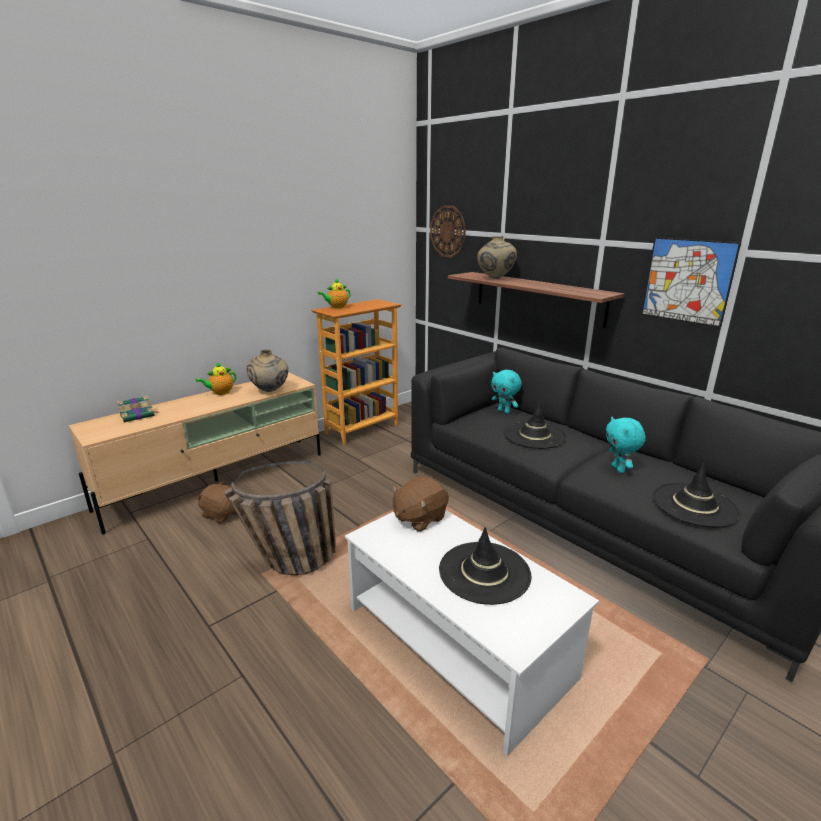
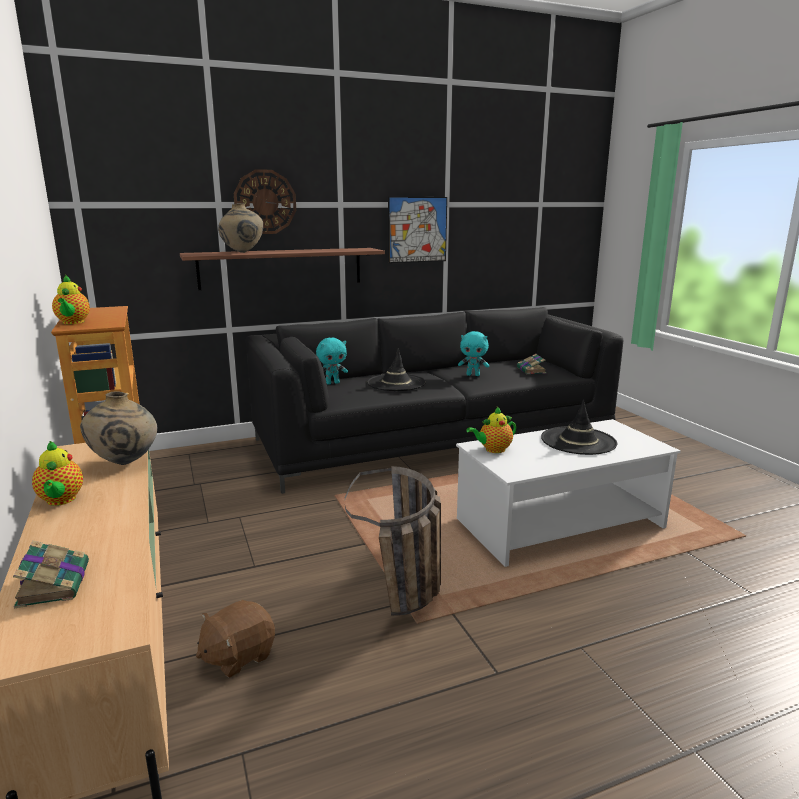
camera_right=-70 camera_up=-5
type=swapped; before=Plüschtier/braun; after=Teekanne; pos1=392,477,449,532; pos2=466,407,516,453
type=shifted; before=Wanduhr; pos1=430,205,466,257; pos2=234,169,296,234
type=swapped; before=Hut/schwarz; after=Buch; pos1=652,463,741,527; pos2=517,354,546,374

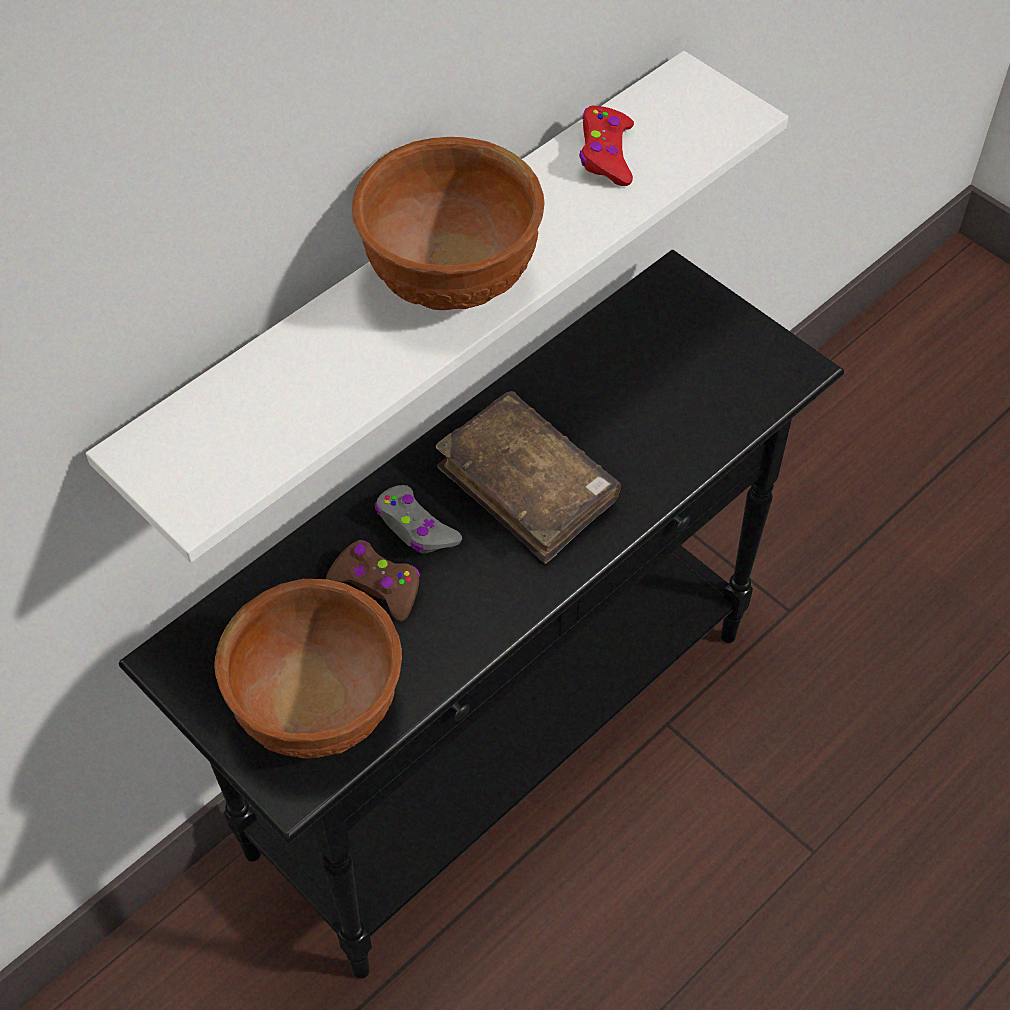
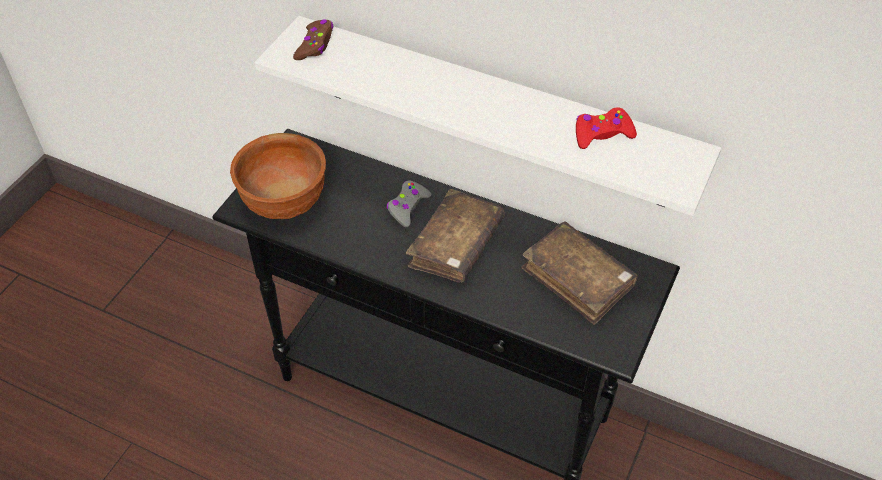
camera_right=70 camera_up=-5
type=shifted; before=Gamepad/braun; pos1=326,540,420,621; pos2=293,19,333,60
type=gone; before=Schüssel/braun; pos1=352,137,545,310
type=new; after=Buch/braun; pos2=522,222,638,325

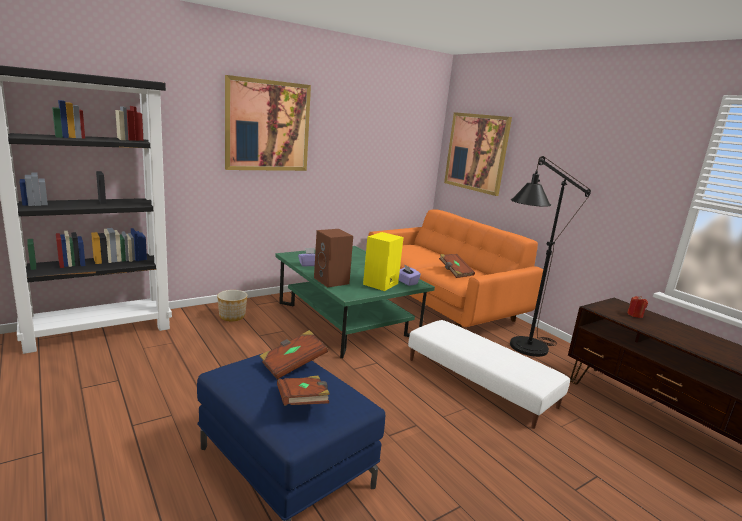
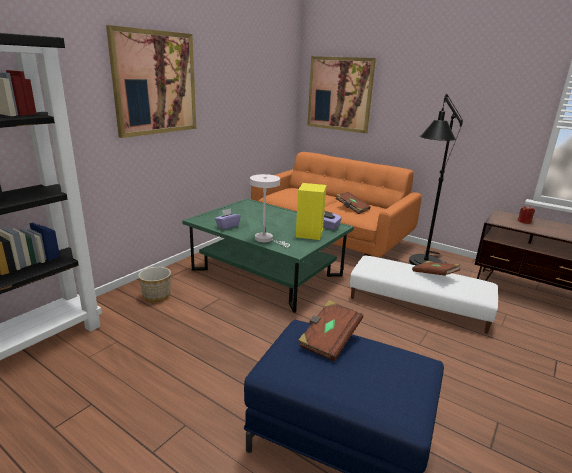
camera_right=-20 camera_up=5
type=shifted; before=Buch/braun; pos1=277,376,330,406; pos2=412,261,460,276
type=swapped; before=Lautsprecher/braun; after=Tischlampe/weiß; pos1=314,229,353,288; pos2=250,174,290,247

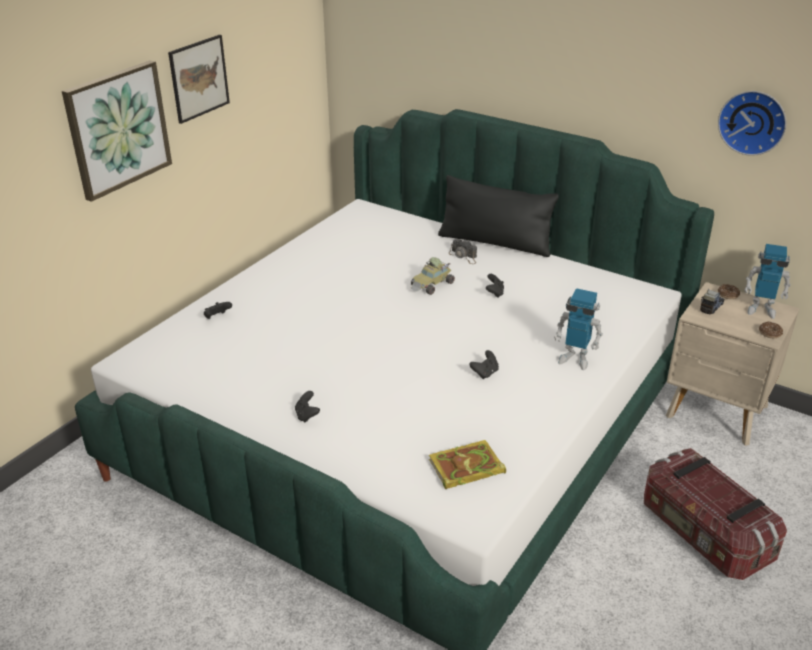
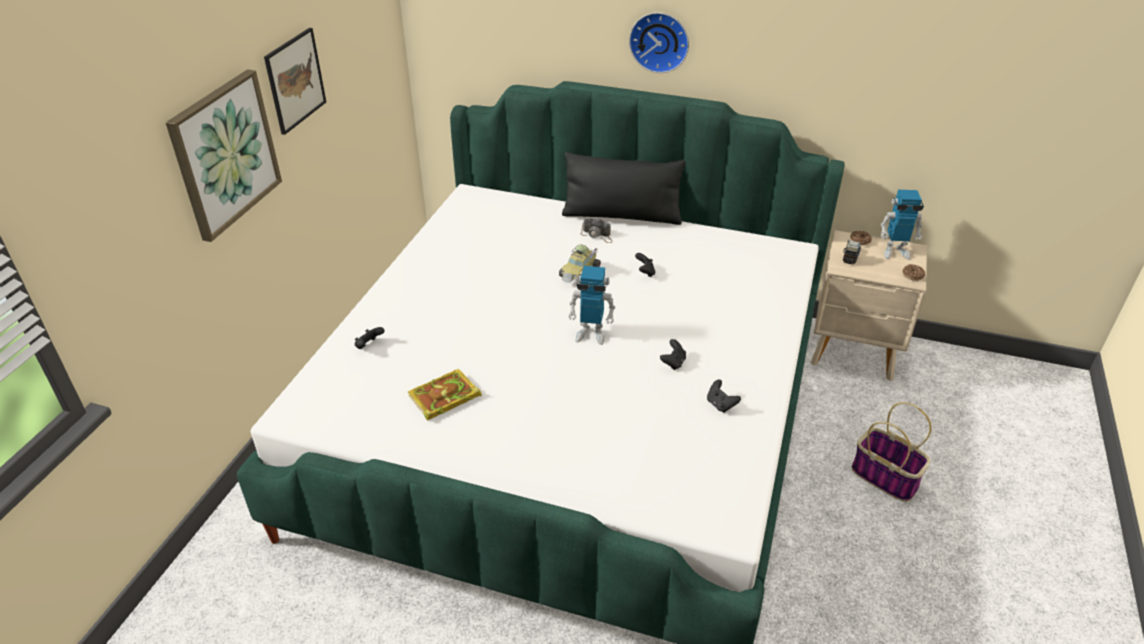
camera_right=-15 camera_up=5
type=shifted; before=Gamepad/schwarz; pos1=295,391,320,423; pos2=707,380,741,413
type=shifted; before=Buch; pos1=429,440,506,489; pos2=408,369,482,420
type=shifted; before=Spielzeugroboter; pos1=554,288,603,370; pos2=568,266,615,345
type=swapped; before=Aufbewahrungsbox; after=Korb; pos1=644,448,787,580; pos2=852,402,931,502
type=shifted; before=Wanduhr; pos1=718,91,787,156; pos2=629,12,689,73

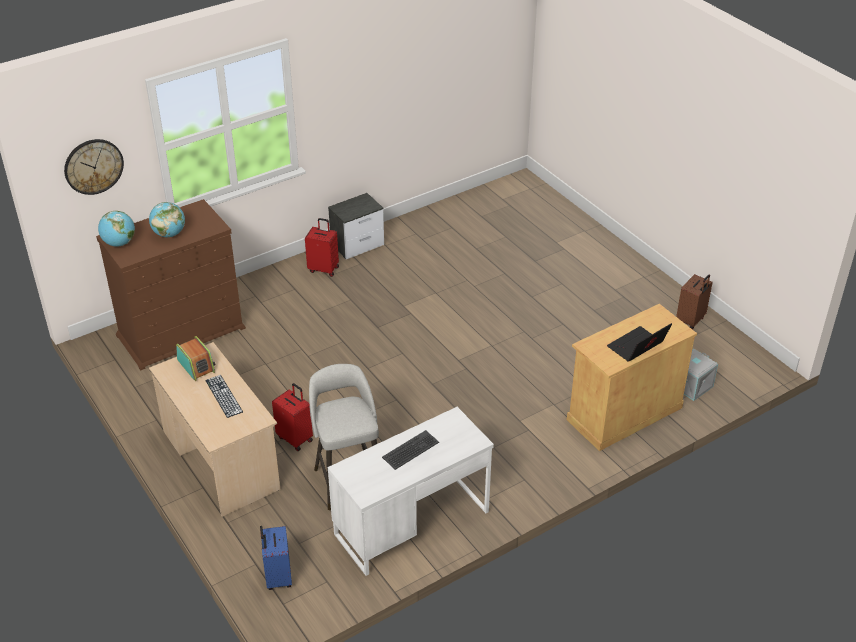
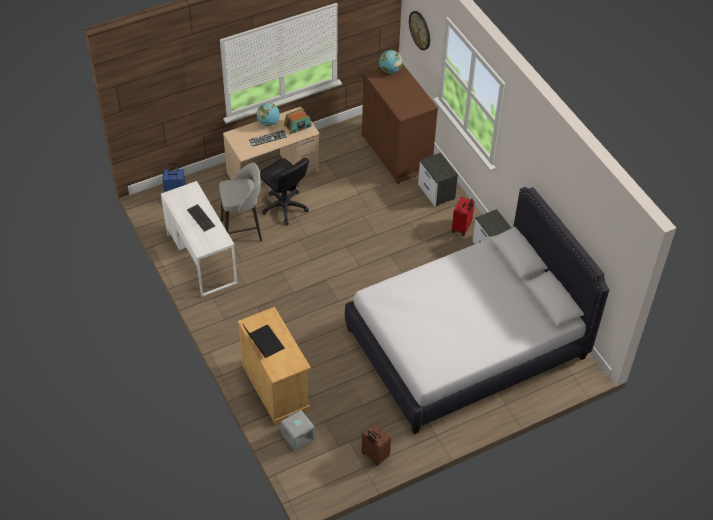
camera_right=95 camera_up=10
type=shifted; before=Globus; pos1=149,202,185,237; pos2=256,103,280,126
type=swapped; before=Koffer/rot; after=Bürostuhl/schwarz; pos1=272,383,313,451; pos2=260,157,309,225
type=new; after=Bett/weiß; pos2=345,187,609,434
type=new; after=Nachttisch; pos2=418,152,458,206

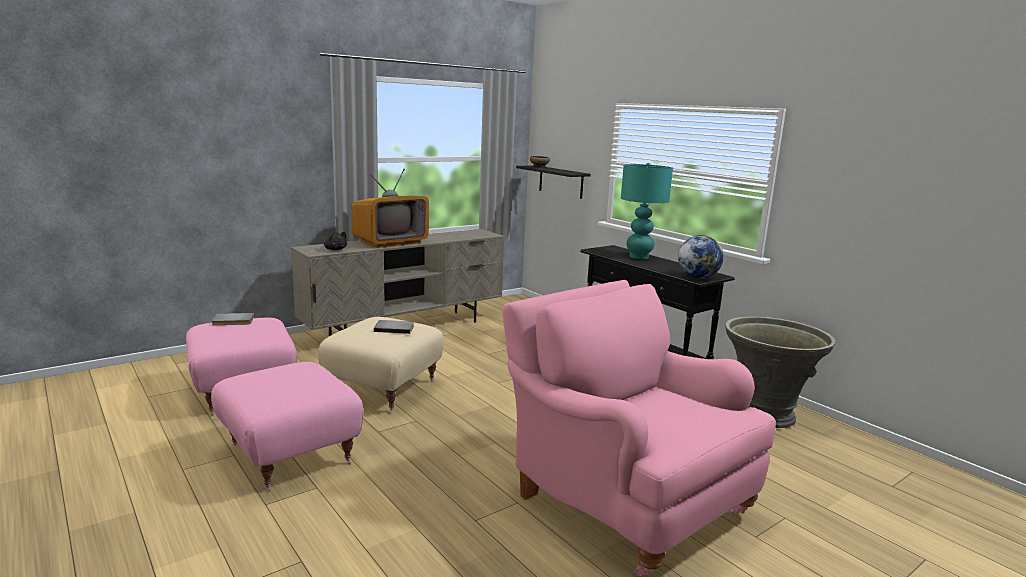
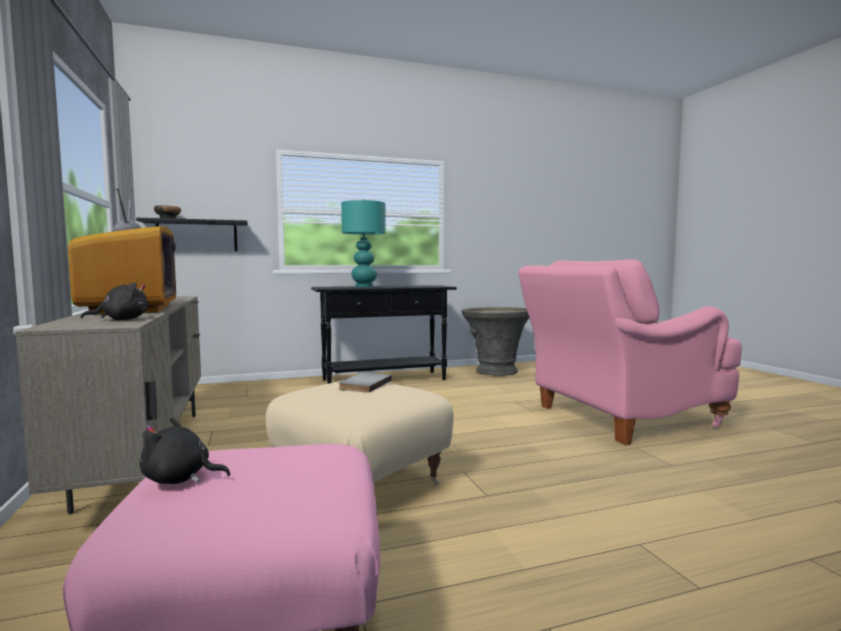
camera_right=-70 camera_up=-10
type=gone; before=Polsterhocker/rosa; pos1=211,362,364,492
type=swapped; before=Buch/grau; after=Plüschtier/schwarz; pos1=212,313,255,325; pos2=140,417,230,484
type=gone; before=Globus; pos1=678,235,724,279

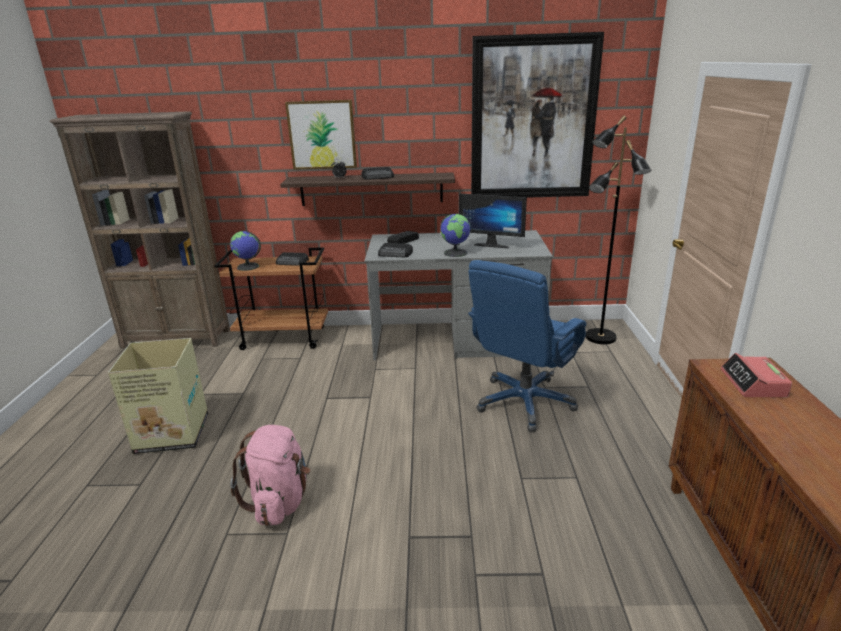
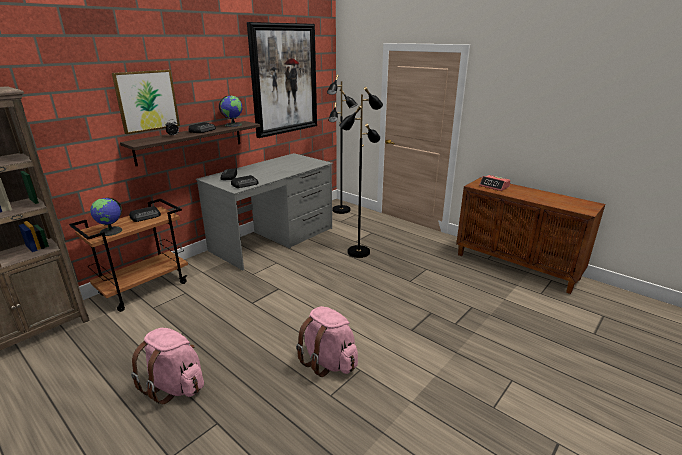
camera_right=-50 camera_up=0
type=swapped; before=Karton; after=Rucksack/rosa; pos1=108,338,208,454; pos2=131,328,204,405
type=shifted; before=Globus; pos1=440,214,471,257; pos2=219,96,243,127
type=gone; before=Monitor; pos1=459,193,527,248
type=swapped; before=Bürostuhl/blau; after=Stehlampe/schwarz; pos1=468,260,586,432; pos2=339,87,383,258

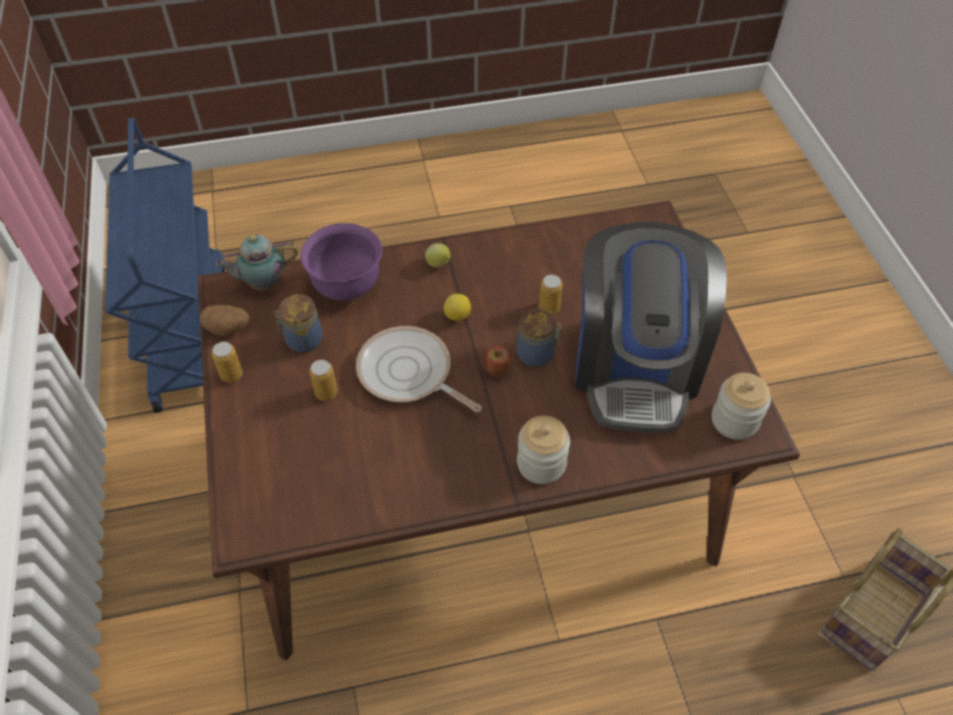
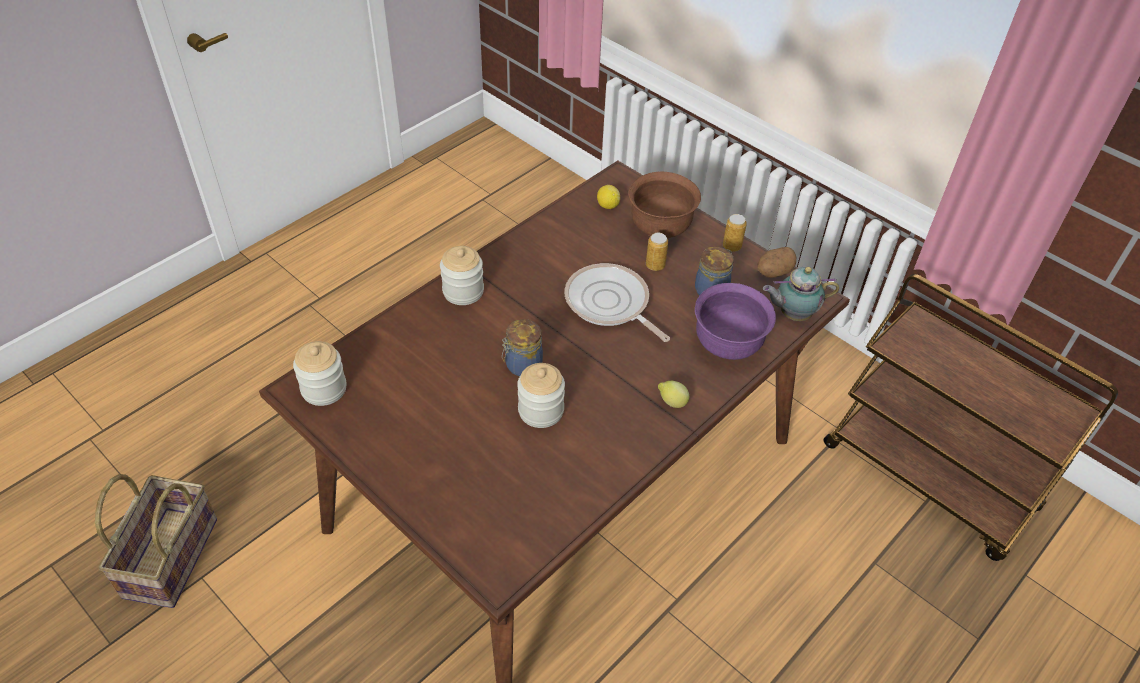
camera_right=145 camera_up=-5
type=repainted; before=Rollwagen/blau; after=Rollwagen/braun; pos1=105,118,225,413; pos2=824,274,1118,561
type=rotated; before=Teekanne; pos1=216,235,298,291; pos2=763,267,839,321; turn=-135
type=rotated; before=Pfanne; pos1=356,326,482,412; pos2=564,263,670,342; turn=-135
type=shifted; before=Zitrone; pos1=444,294,471,322; pos2=597,185,620,209
type=gone; before=Apfel; pos1=483,346,512,376
type=swapped; before=Dose; after=Vorratsglas; pos1=539,274,563,314; pos2=517,363,565,428
type=gone; before=Kaffeemaschine; pos1=575,222,727,433
type=new; after=Schüssel/braun; pos2=629,172,701,239

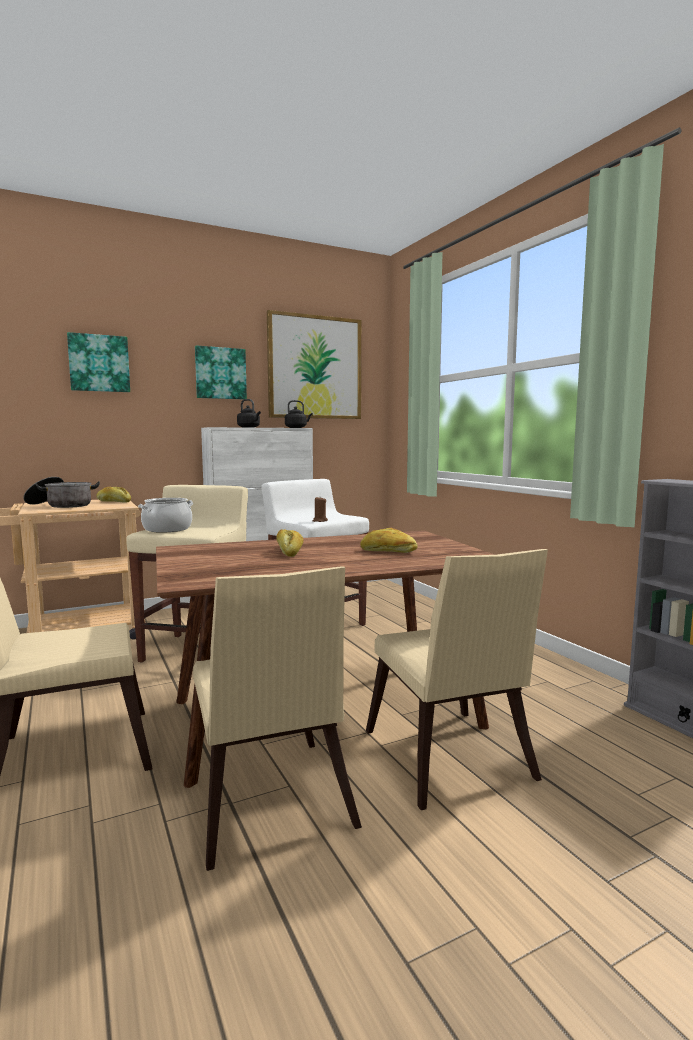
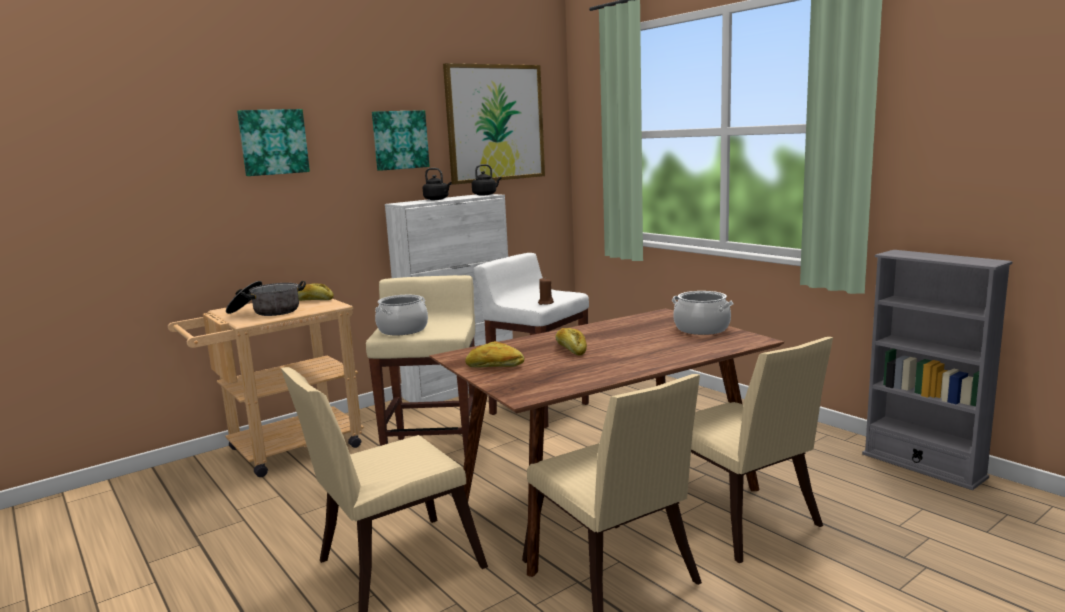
camera_right=-10 camera_up=5
type=shifted; before=Brot; pos1=360,528,417,553; pos2=465,341,524,368
type=new; after=Kochtopf; pos2=672,291,733,335

